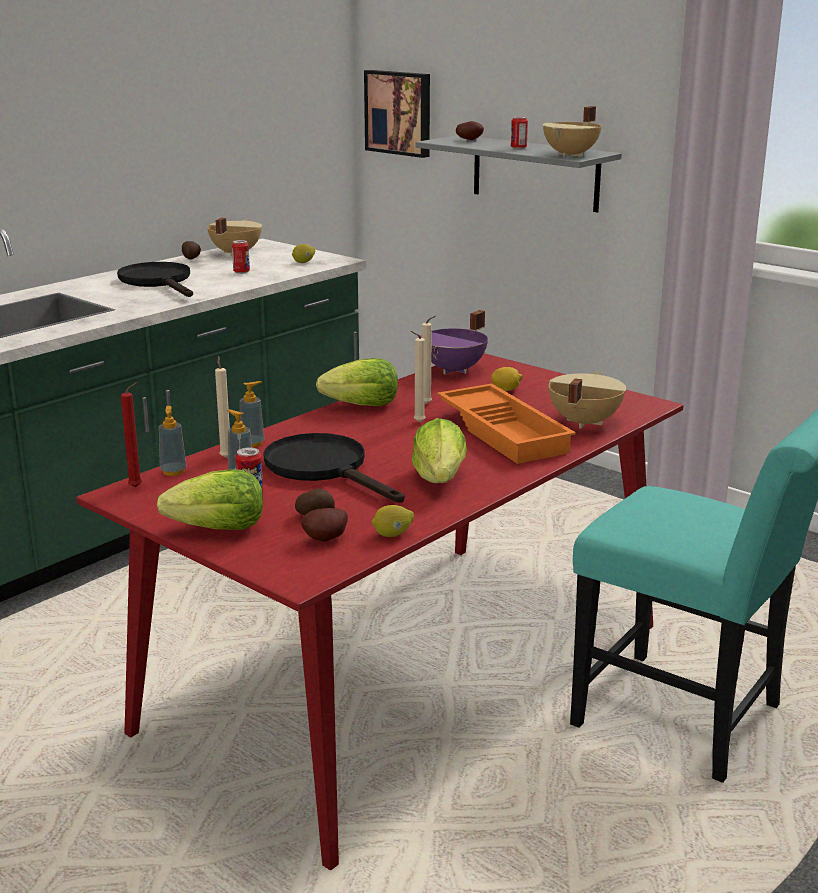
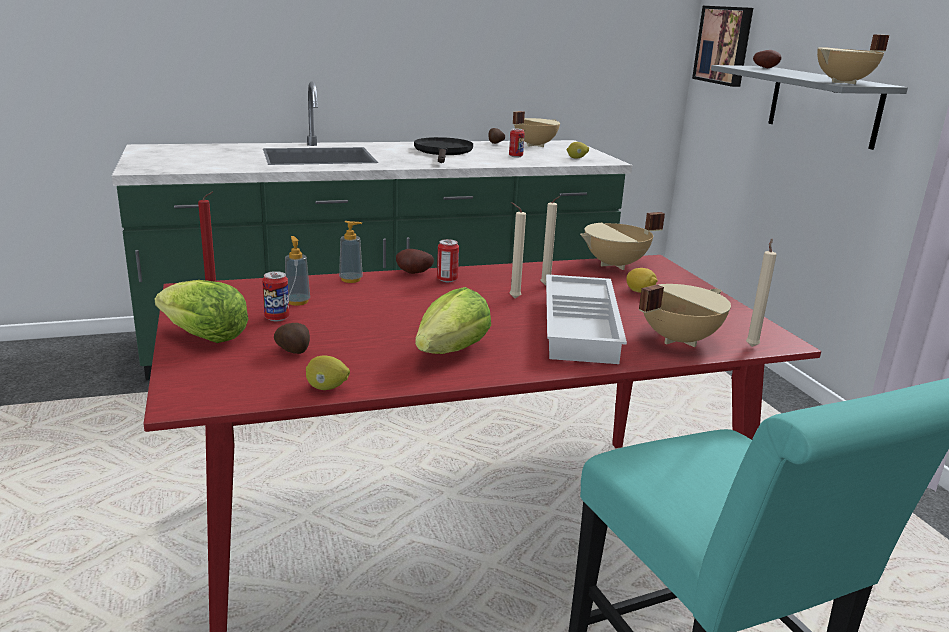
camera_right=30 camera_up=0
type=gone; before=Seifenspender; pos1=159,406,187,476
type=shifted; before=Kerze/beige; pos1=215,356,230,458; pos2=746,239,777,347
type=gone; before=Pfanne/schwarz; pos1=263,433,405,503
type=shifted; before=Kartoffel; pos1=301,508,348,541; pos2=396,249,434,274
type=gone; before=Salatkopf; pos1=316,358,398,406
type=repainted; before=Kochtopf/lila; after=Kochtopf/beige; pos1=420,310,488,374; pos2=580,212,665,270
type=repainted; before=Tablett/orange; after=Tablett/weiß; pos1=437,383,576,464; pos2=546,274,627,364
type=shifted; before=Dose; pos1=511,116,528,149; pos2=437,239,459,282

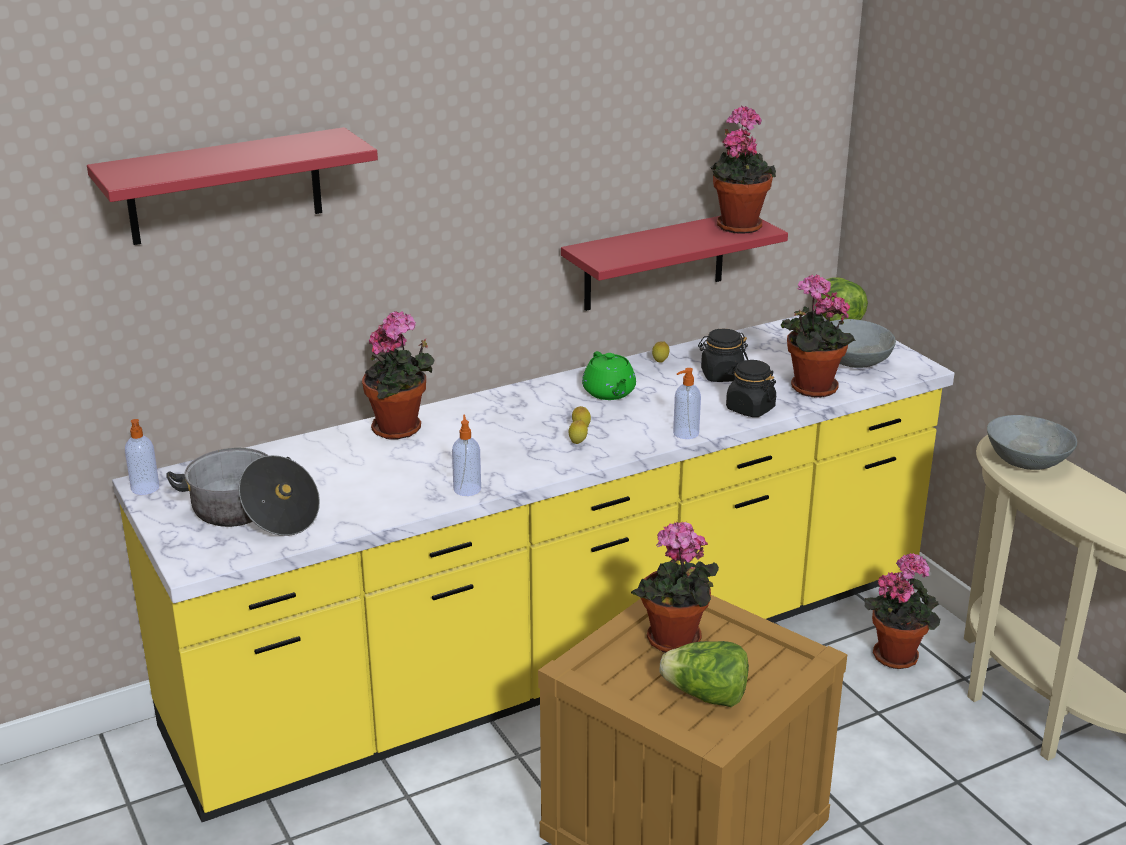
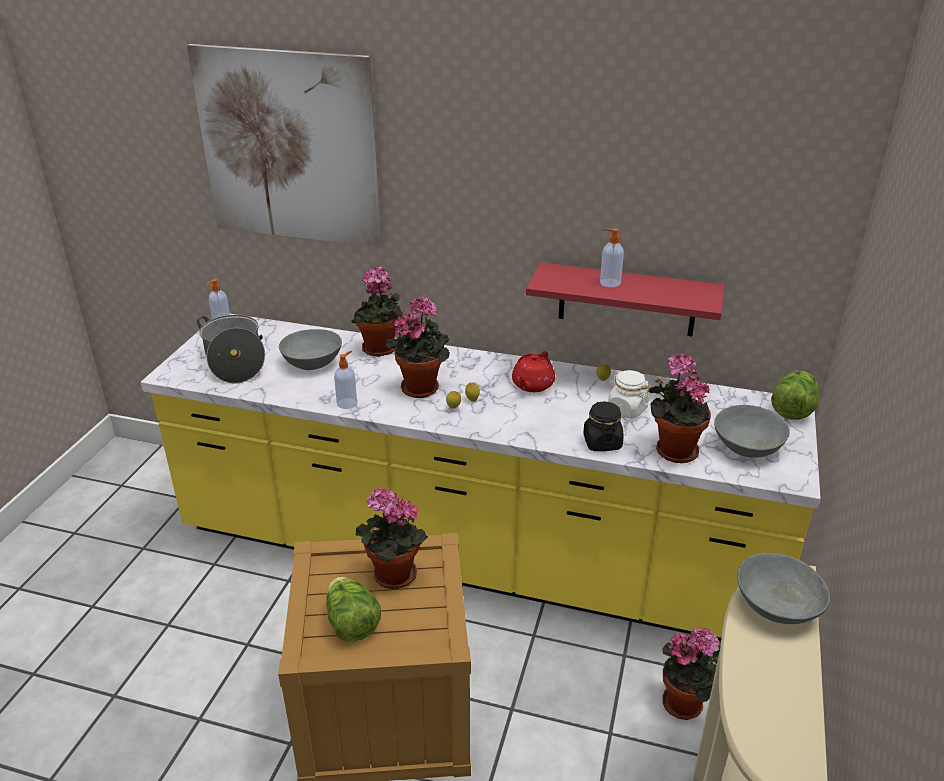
camera_right=45 camera_up=5
type=swapped; before=Wandregal/rot; after=Bild; pos1=87,127,378,245; pos2=187,44,381,247
type=repainted; before=Teekanne/grün; after=Teekanne/rot; pos1=582,351,636,400; pos2=512,351,555,392
type=shifted; before=Seifenspender; pos1=673,368,701,439; pos2=600,229,624,287
type=repainted; before=Vorratsglas/schwarz; after=Vorratsglas/weiß; pos1=698,329,748,382; pos2=608,370,650,419
type=shifted; before=Topfpflanze; pos1=710,106,776,234; pos2=386,296,450,398
type=new; after=Schüssel/grau; pos2=279,329,342,370

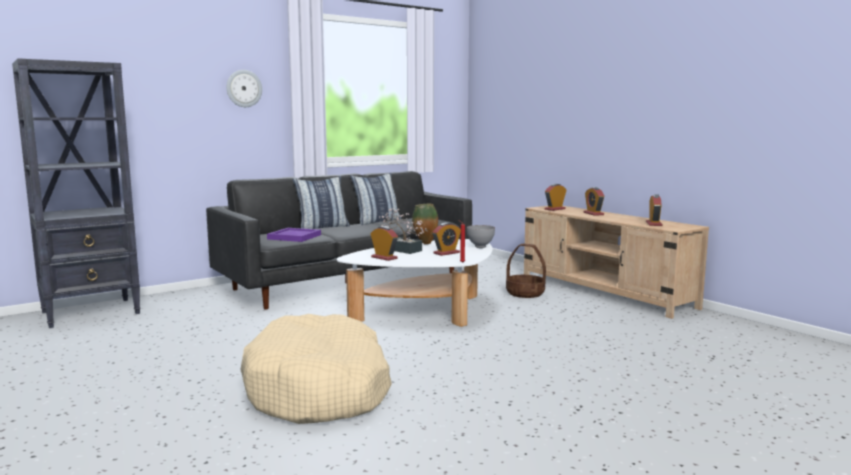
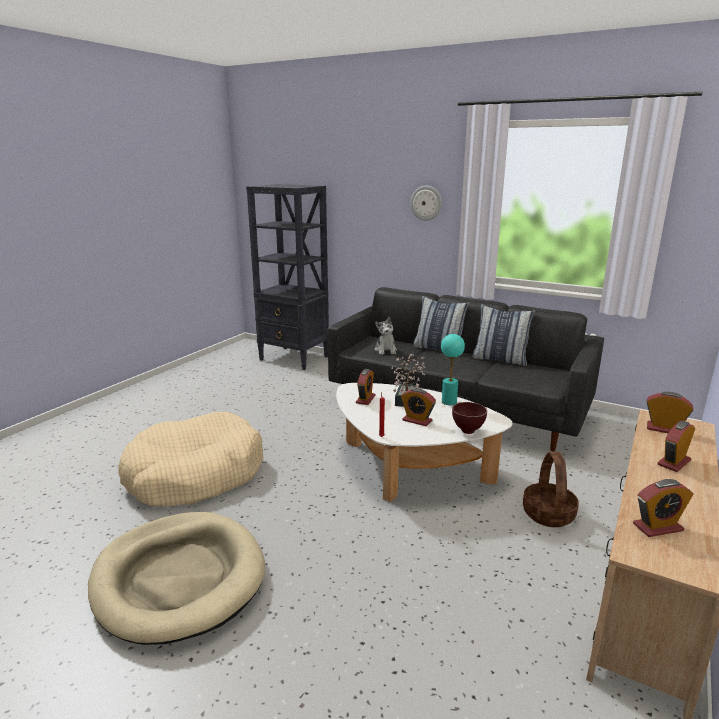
camera_right=65 camera_up=10
type=swapped; before=Tablett/lila; after=Plüschtier; pos1=267,228,321,242; pos2=375,317,397,355
type=swapped; before=Vase; after=Tischlampe/türkis; pos1=412,204,438,244; pos2=441,334,465,405
type=repainted; before=Schüssel/grau; after=Schüssel/braun; pos1=467,225,495,248; pos2=452,402,487,434
type=new; after=Hundebett/beige; pos2=88,512,265,645

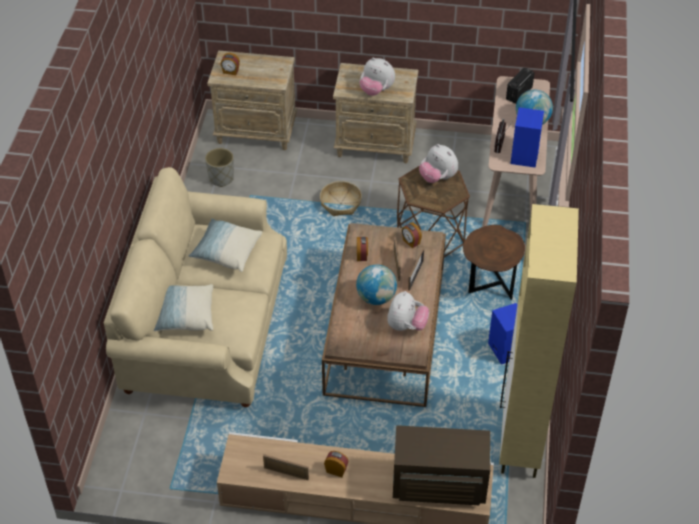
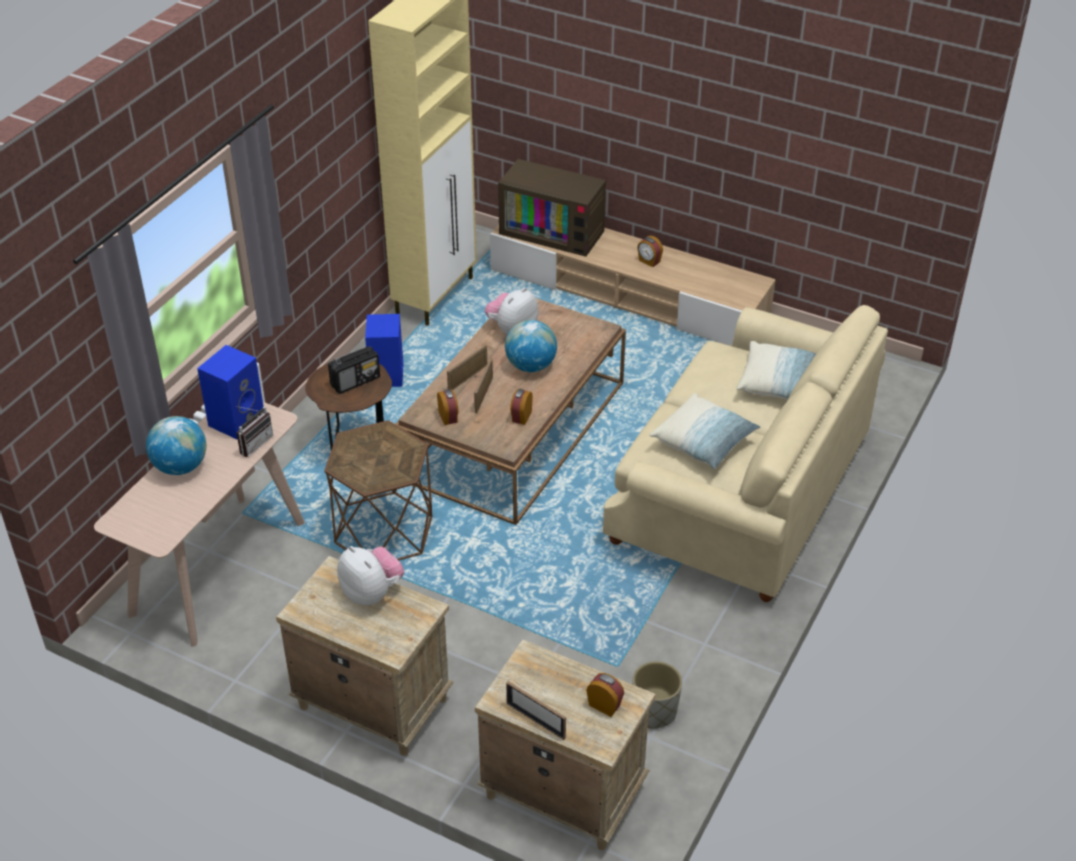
camera_right=-160 camera_up=-5
type=shifted; before=Bilderrahmen; pos1=263,455,309,480; pos2=506,681,566,740
type=gone; before=Korb; pos1=320,181,362,216
type=gone; before=Plüschtier; pos1=419,144,458,183
type=shifted; before=Radio; pos1=506,68,534,103; pos2=328,346,380,394

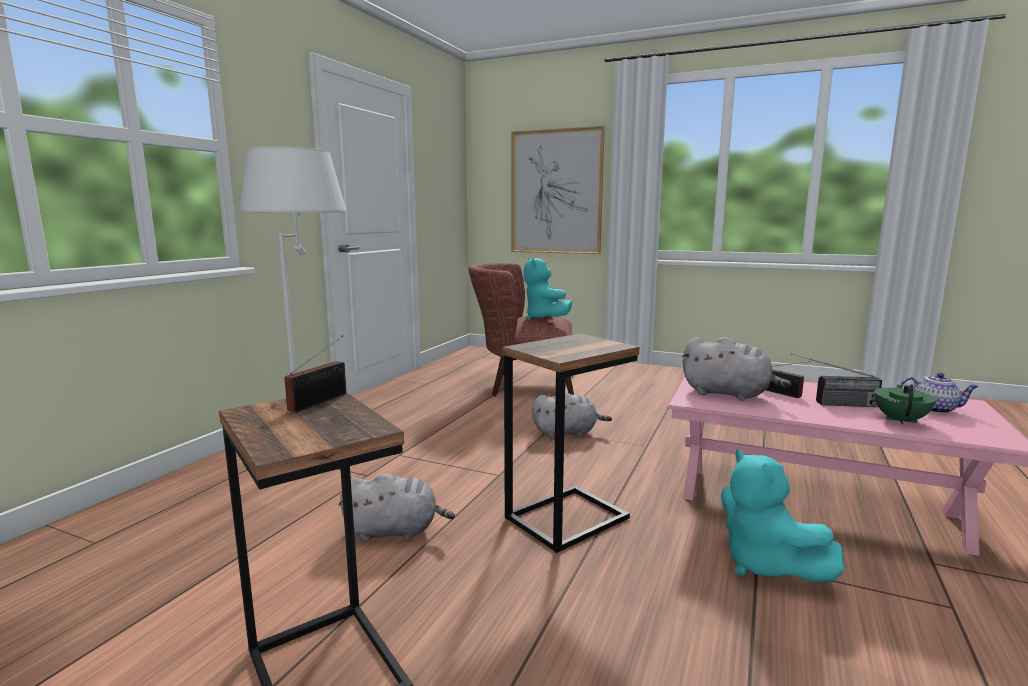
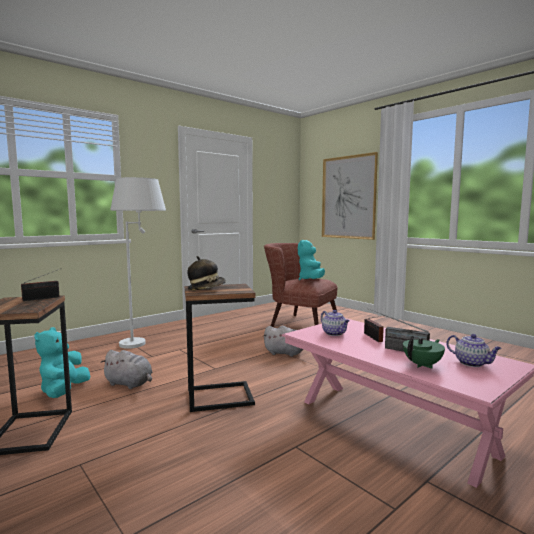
camera_right=25 camera_up=-5
type=swapped; before=Plüschtier/grau; after=Teekanne; pos1=682,337,791,401; pos2=321,310,350,336
type=shifted; before=Plüschtier/türkis; pos1=721,449,845,582; pos2=34,327,90,398
type=new; after=Hut; pos2=187,256,226,290

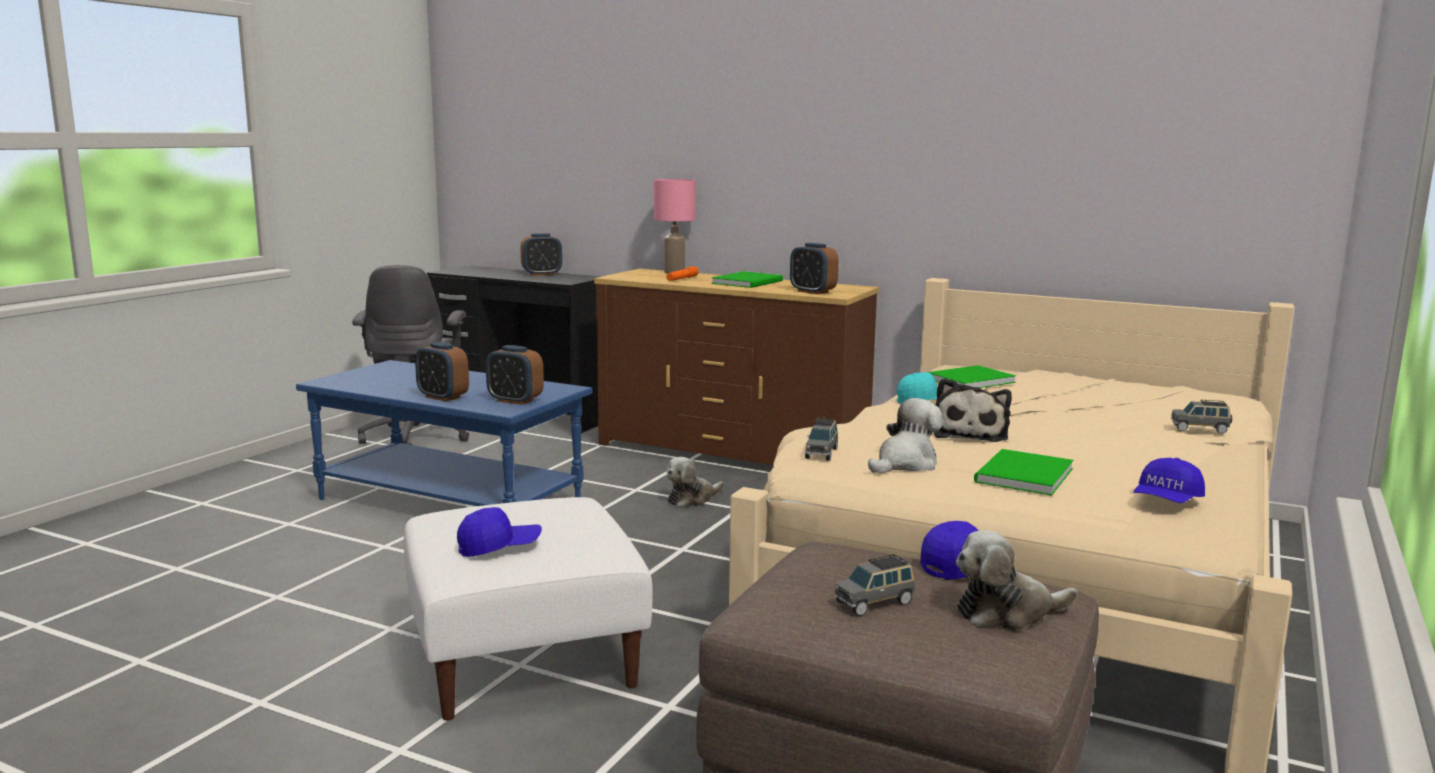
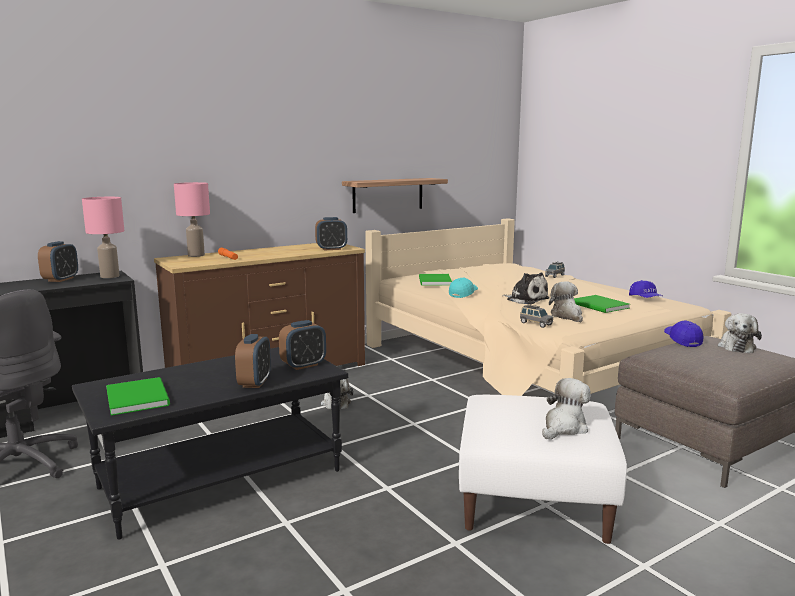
camera_right=-60 camera_up=0
type=repainted; before=Couchtisch/blau; after=Couchtisch/schwarz; pos1=296,360,593,506; pos2=72,347,348,540
type=rotated; before=Wecker; pos1=415,342,469,401; pos2=235,334,271,388; turn=-60
type=swapped; before=Kappe/blau; after=Plüschtier; pos1=457,507,542,557; pos2=542,378,591,439
type=shifted; before=Buch/grün; pos1=711,271,783,288; pos2=106,377,170,416
type=gone; before=Spielzeugauto/grau; pos1=834,554,915,616
type=new; after=Tischlampe/rosa; pos2=82,197,124,278
type=new; after=Wandregal; pos2=342,178,448,213

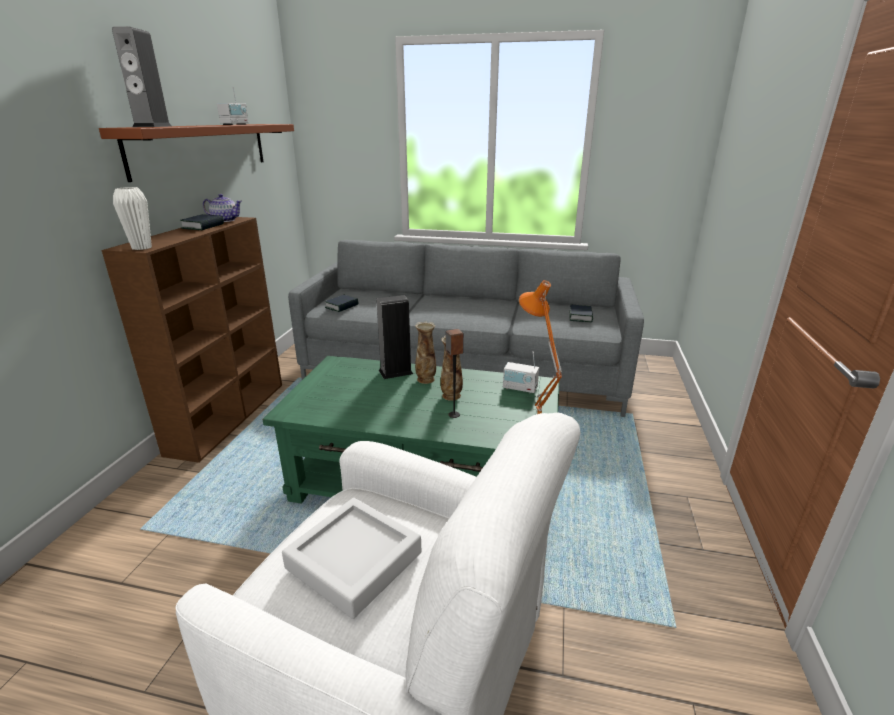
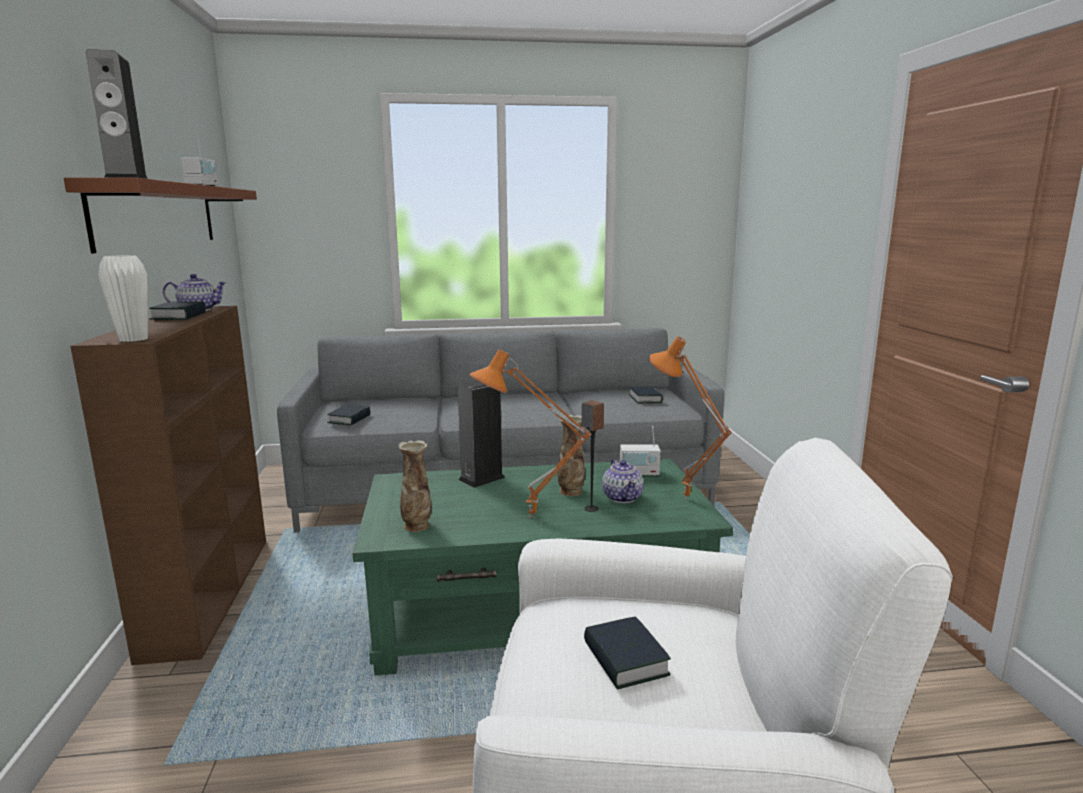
camera_right=-20 camera_up=-10
type=swapped; before=Tablett/grau; after=Buch; pos1=282,498,421,619; pos2=584,617,671,690
type=shifted; before=Vase; pos1=415,322,436,384; pos2=398,440,431,532
type=new; after=Tischlampe/orange; pos2=470,349,591,518
type=new; after=Teekanne; pos2=602,459,644,503

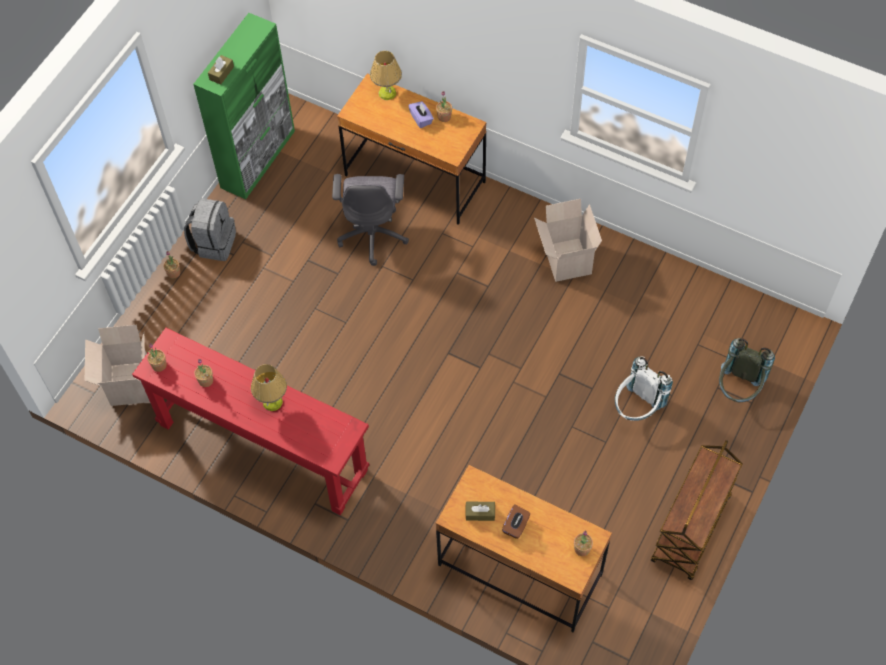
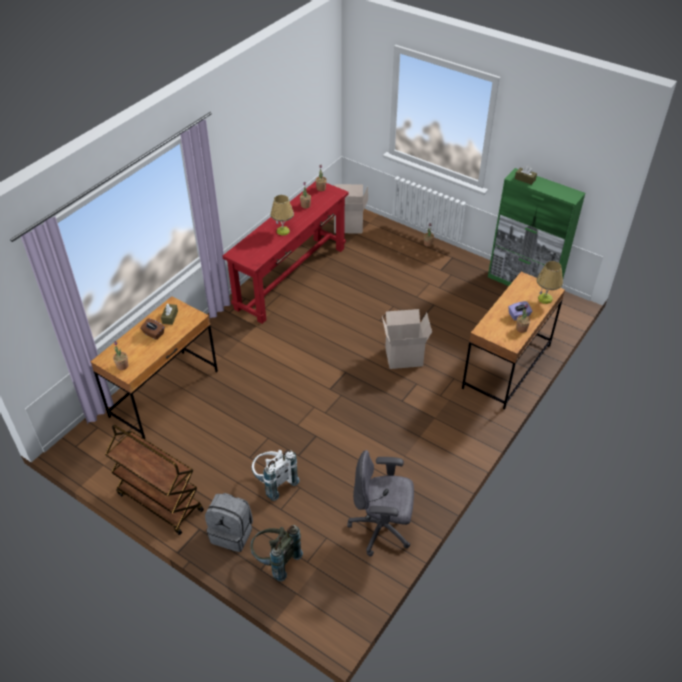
camera_right=95 camera_up=-15
type=shifted; before=Rucksack/grau; pos1=184,198,236,261; pos2=205,493,253,552
type=shifted; before=Bürostuhl/grau; pos1=332,174,409,266; pos2=347,450,414,557
type=shifted; before=Karton; pos1=534,199,602,282; pos2=382,309,432,369

